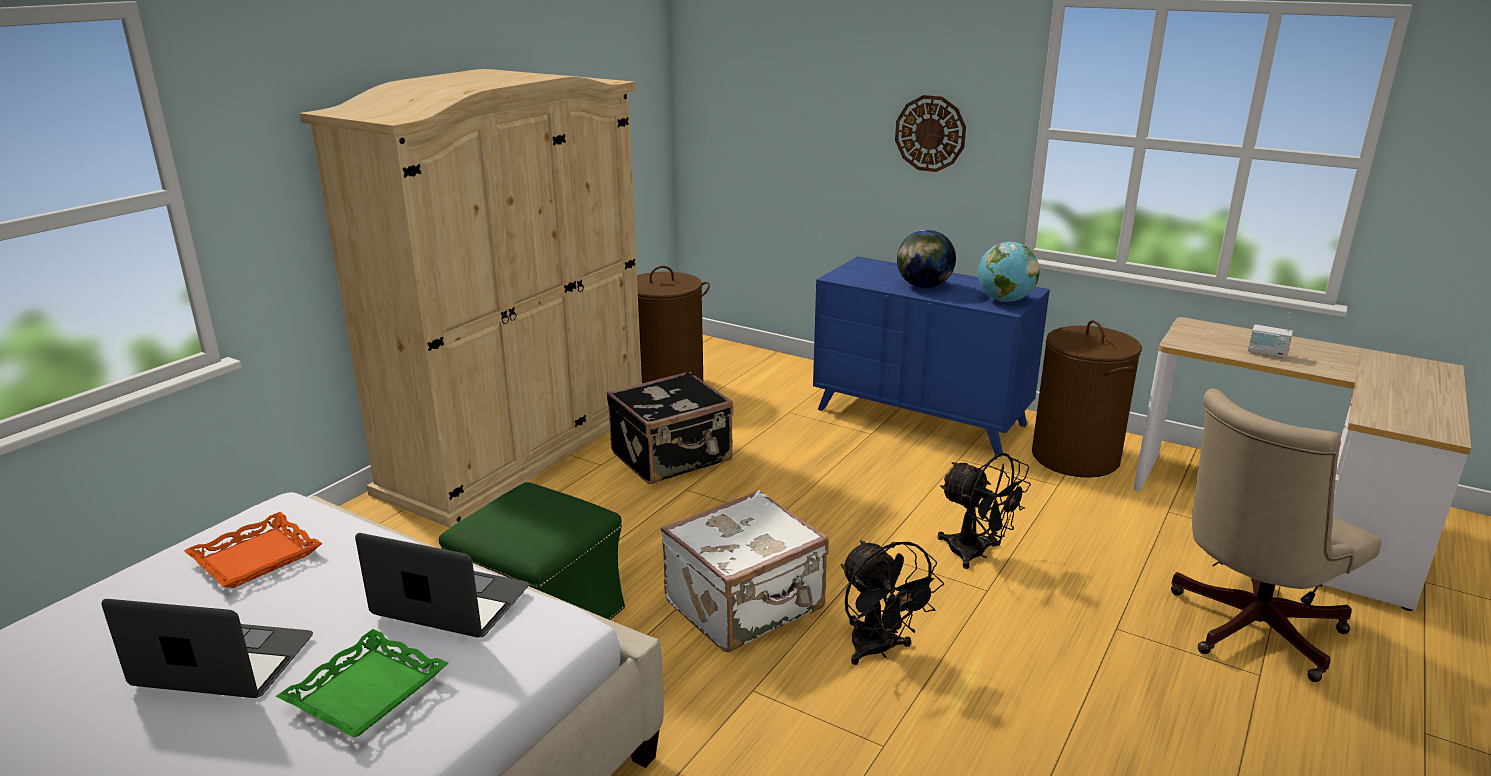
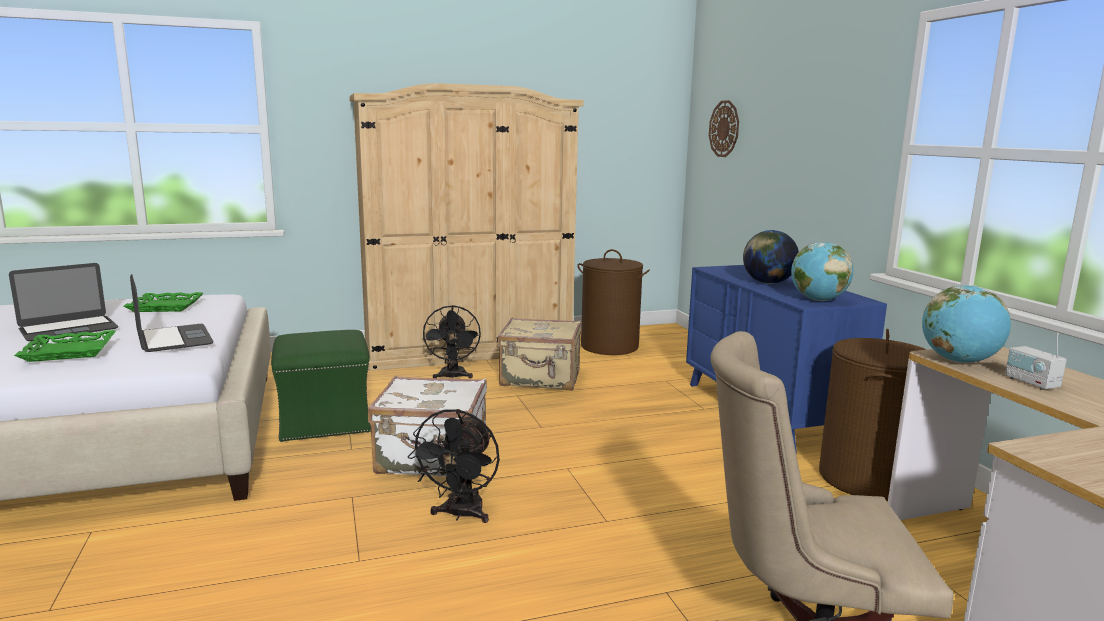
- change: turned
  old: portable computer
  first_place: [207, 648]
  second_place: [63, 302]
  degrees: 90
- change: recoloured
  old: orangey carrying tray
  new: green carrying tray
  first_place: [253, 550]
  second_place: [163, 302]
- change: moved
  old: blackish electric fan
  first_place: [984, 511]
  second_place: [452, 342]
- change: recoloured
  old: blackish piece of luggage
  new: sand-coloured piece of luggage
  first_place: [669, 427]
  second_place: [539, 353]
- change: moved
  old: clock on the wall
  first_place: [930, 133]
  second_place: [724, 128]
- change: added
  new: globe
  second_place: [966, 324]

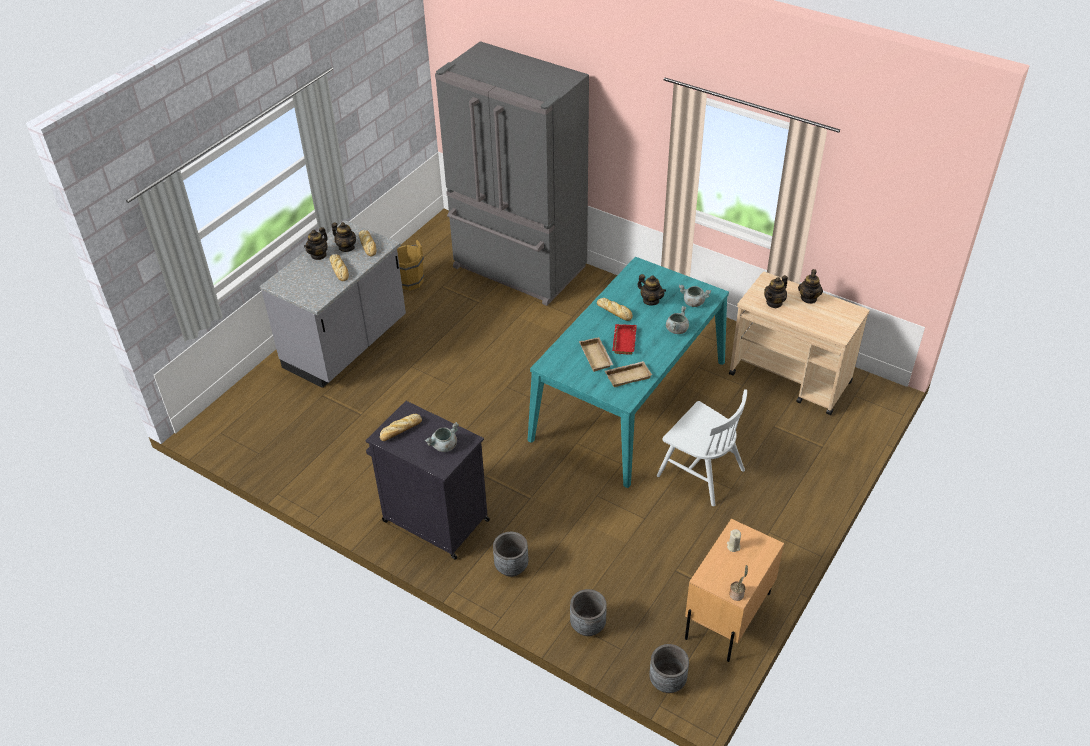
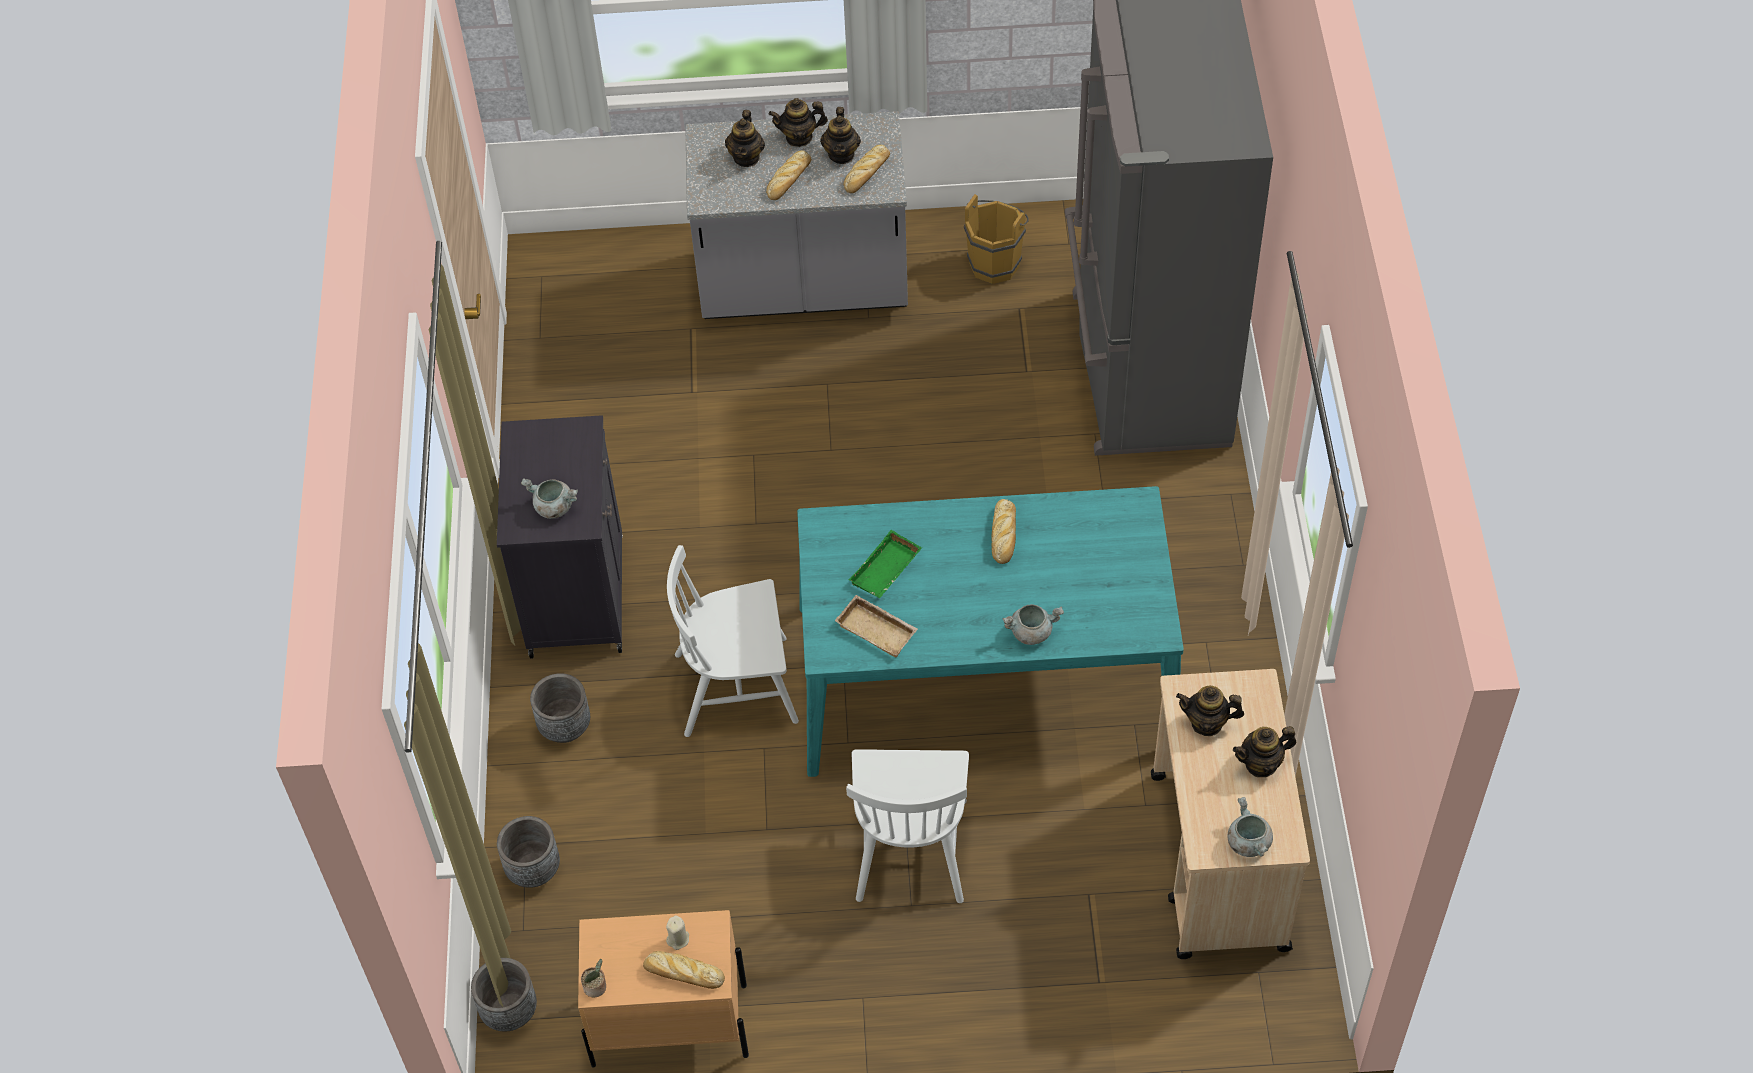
- change: moved
  old: bread
  first_place: [401, 427]
  second_place: [684, 970]
- change: added
  new: white-coloured chair
  second_place: [733, 641]
- change: moved
  old: teapot
  first_place: [651, 289]
  second_place: [745, 138]
- change: recoloured
  old: sand-coloured carrying tray
  new: green carrying tray
  first_place: [596, 354]
  second_place: [885, 564]
- change: moved
  old: gray saucepot
  first_place: [695, 296]
  second_place: [1250, 827]
- change: removed
  old: red carrying tray
  first_place: [624, 339]

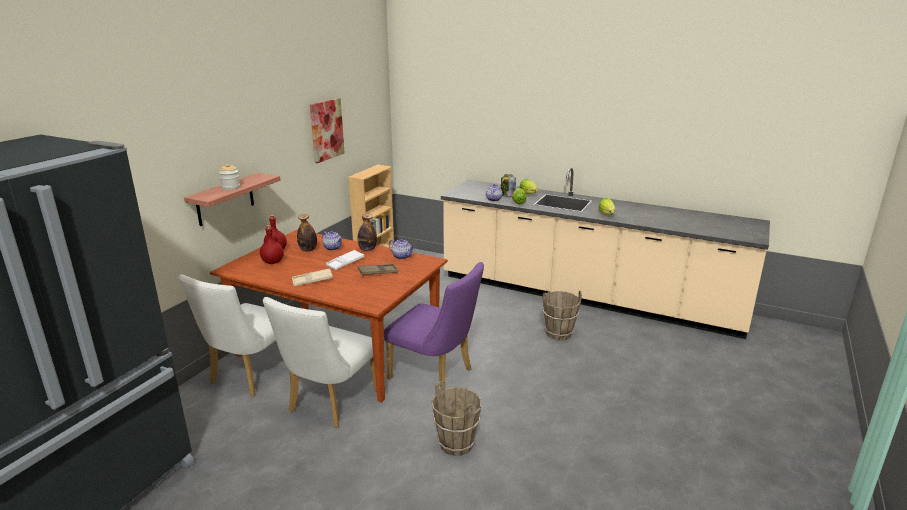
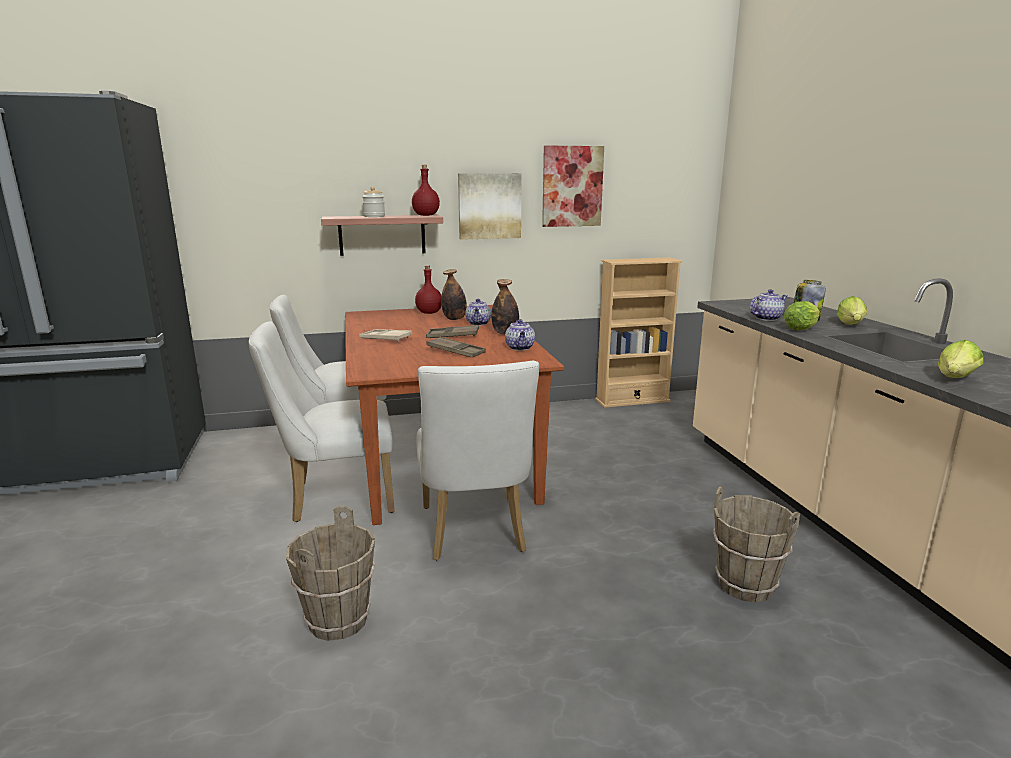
- change: moved
  old: red bottle
  first_place: [272, 244]
  second_place: [426, 190]
- change: recoloured
  old: purple chair
  new: white-coloured chair
  first_place: [434, 325]
  second_place: [477, 460]
- change: recoloured
  old: white-coloured carrying tray
  new: brown-coloured carrying tray
  first_place: [345, 260]
  second_place: [452, 331]
- change: added
  new: wall art
  second_place: [490, 206]

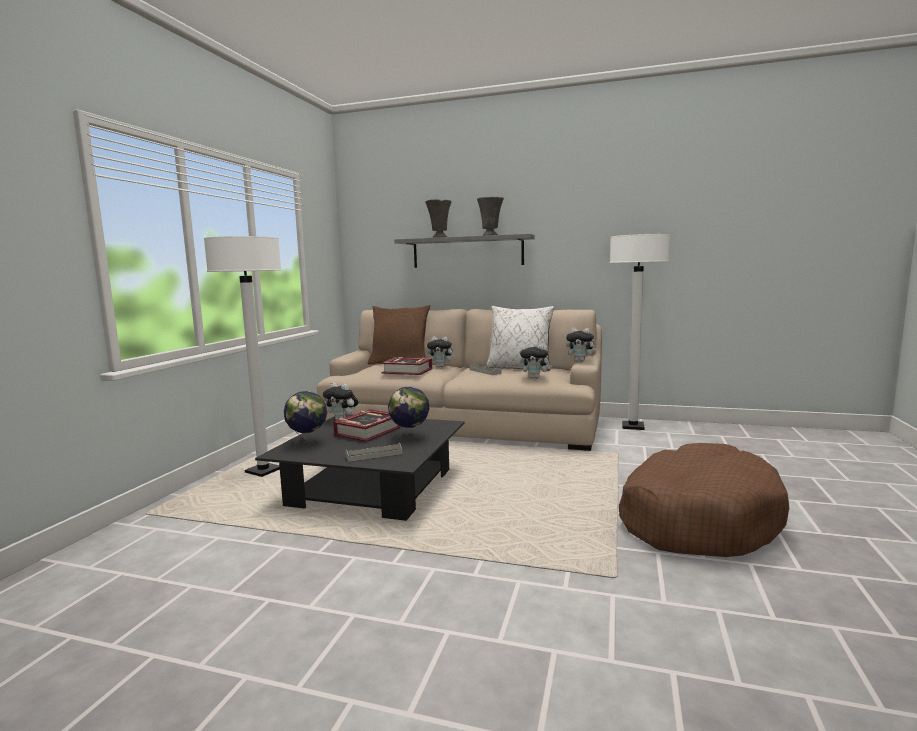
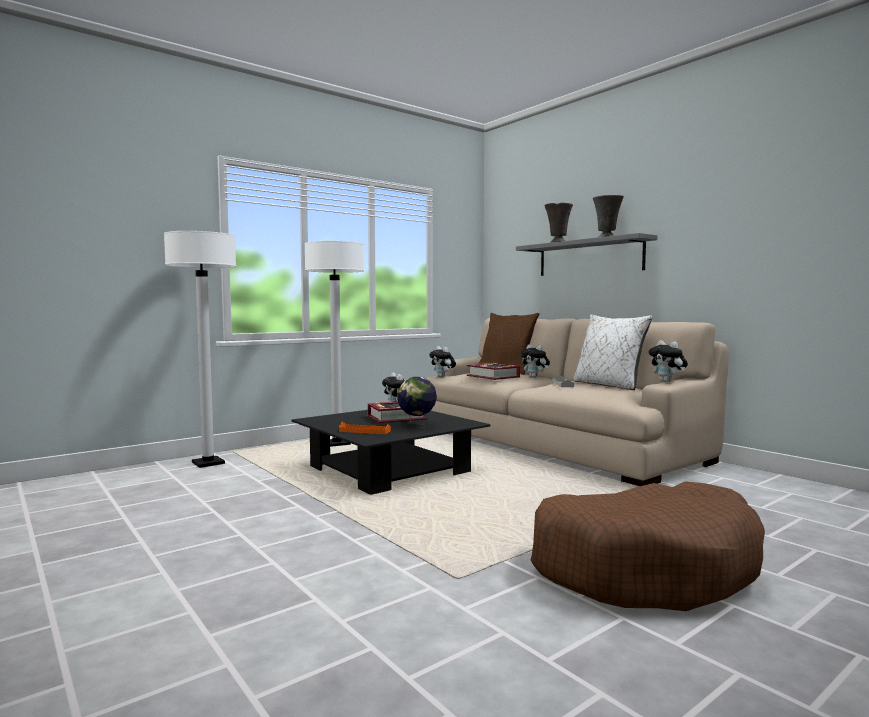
- change: moved
  old: white-coloured standing lamp
  first_place: [640, 332]
  second_place: [200, 349]
- change: recoloured
  old: gray carrying tray
  new: orangey carrying tray
  first_place: [373, 452]
  second_place: [365, 428]
- change: moved
  old: plush toy
  first_place: [536, 361]
  second_place: [442, 361]
- change: removed
  old: globe
  first_place: [305, 418]

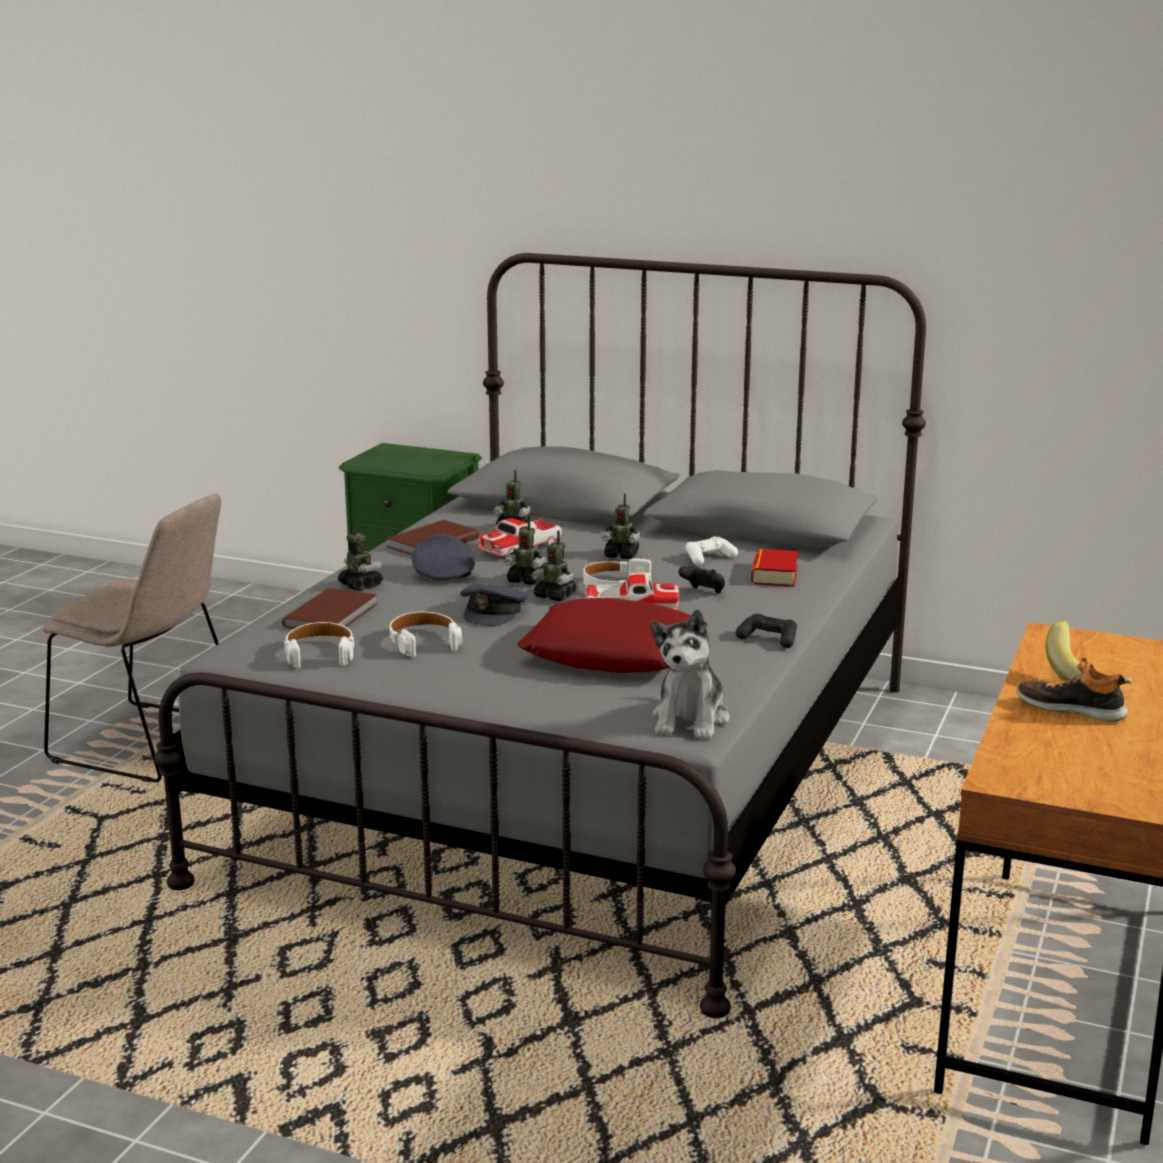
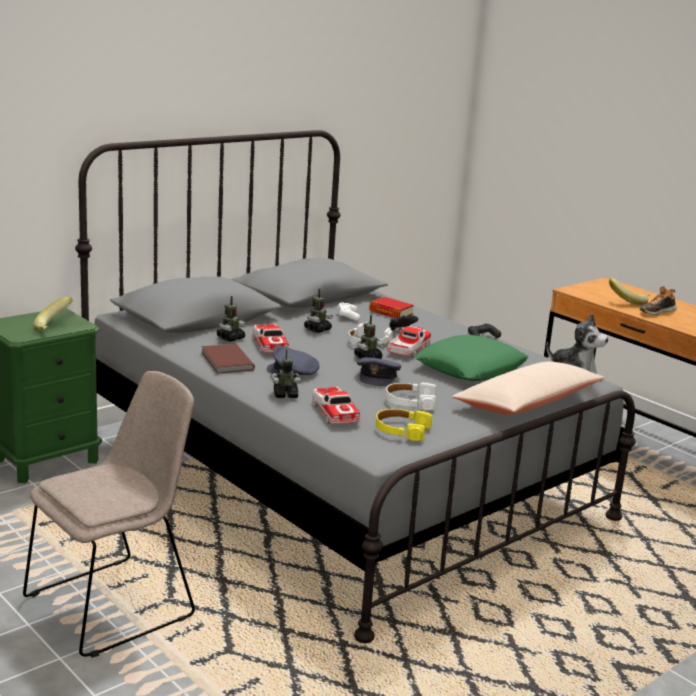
- change: added
  new: banana fruit
  second_place: [53, 313]
- change: replaced
  old: brown-coloured volume
  new: toy car
  first_place: [329, 608]
  second_place: [336, 405]
- change: turned
  old: gray peaked cap
  first_place: [494, 605]
  second_place: [379, 371]
  degrees: 60
- change: recoloured
  old: white-coloured headset
  new: yellowish headset
  first_place: [319, 645]
  second_place: [404, 425]
- change: recoloured
  old: red pillow
  new: green pillow
  first_place: [612, 635]
  second_place: [471, 358]
- change: added
  new: sand-coloured pillow
  second_place: [528, 388]
- change: removed
  old: robot figure
  first_place: [524, 550]

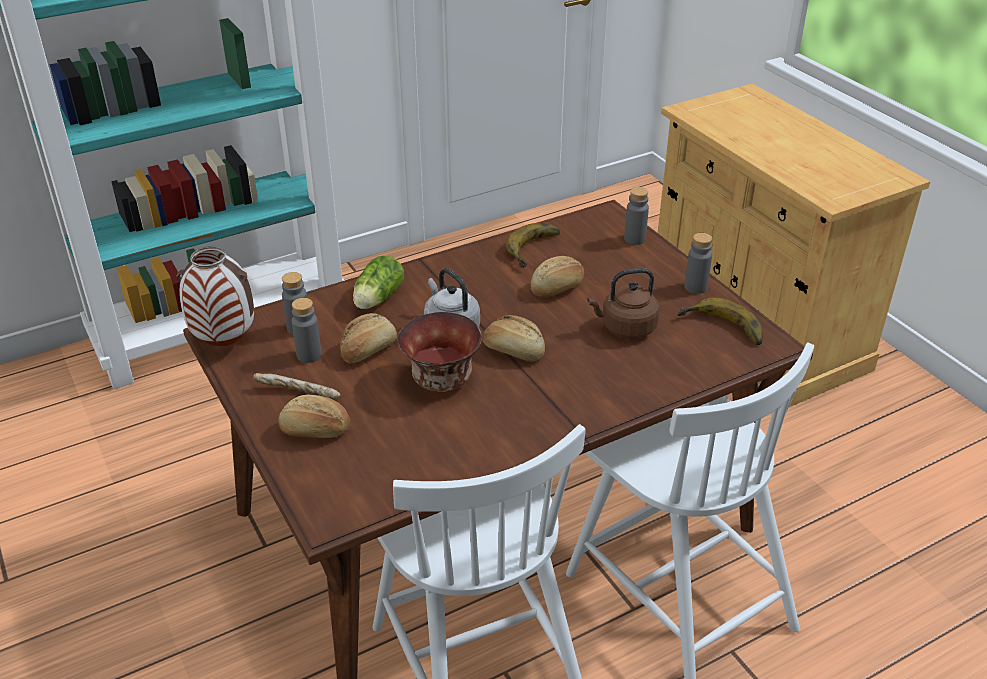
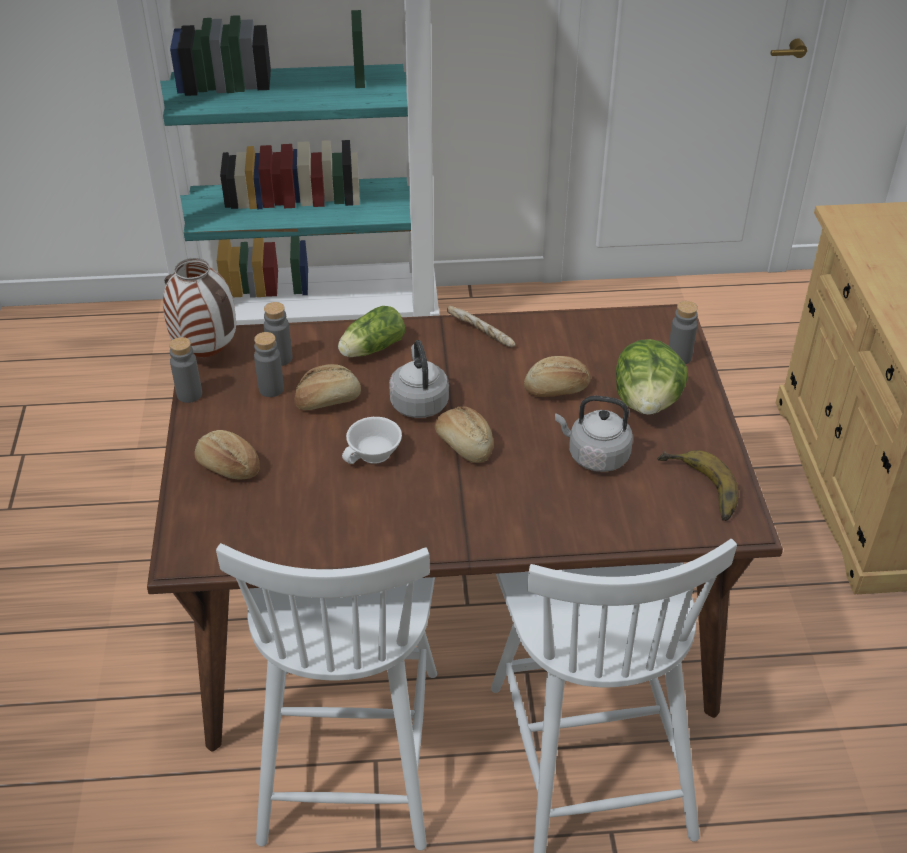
- change: moved
  old: gray bottle
  first_place: [698, 263]
  second_place: [185, 370]
- change: replaced
  old: deep dish
  new: white-coloured cup
  first_place: [439, 352]
  second_place: [372, 440]
- change: moved
  old: bread
  first_place: [296, 386]
  second_place: [481, 326]
- change: recoloured
  old: brown-coloured kettle
  new: gray kettle
  first_place: [623, 303]
  second_place: [594, 433]
- change: added
  new: lettuce
  second_place: [652, 377]
- change: removed
  old: banana fruit
  first_place: [532, 245]

